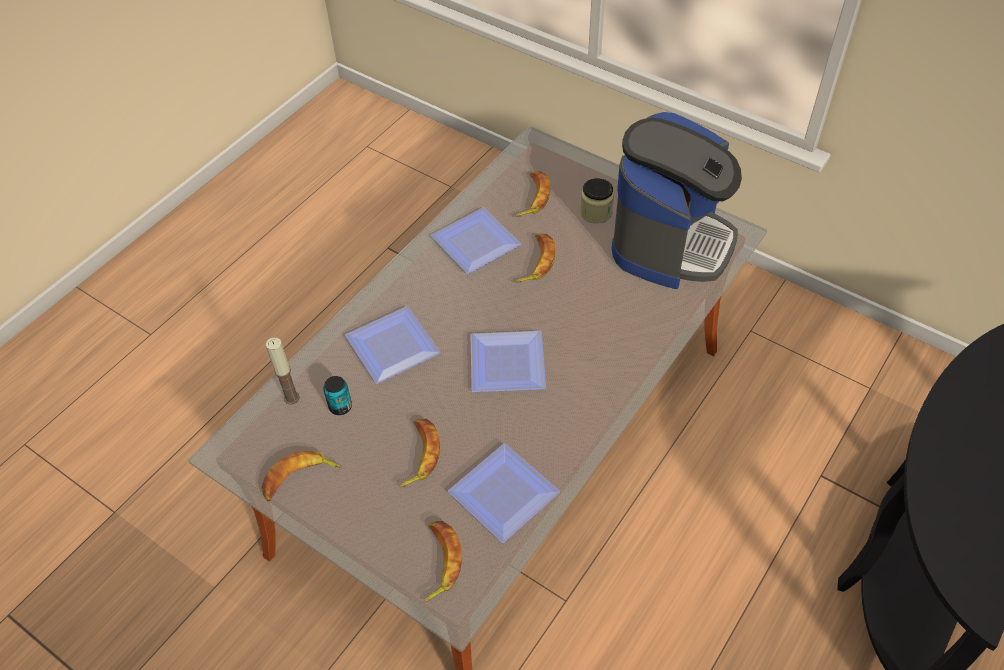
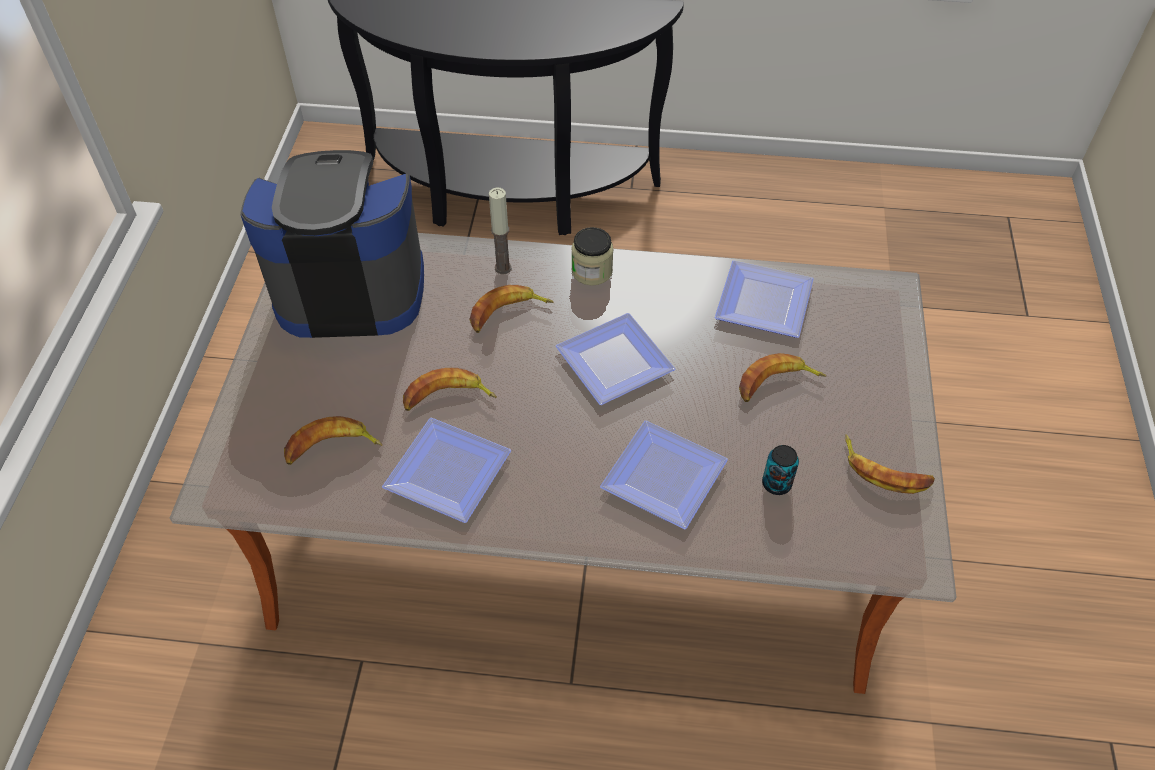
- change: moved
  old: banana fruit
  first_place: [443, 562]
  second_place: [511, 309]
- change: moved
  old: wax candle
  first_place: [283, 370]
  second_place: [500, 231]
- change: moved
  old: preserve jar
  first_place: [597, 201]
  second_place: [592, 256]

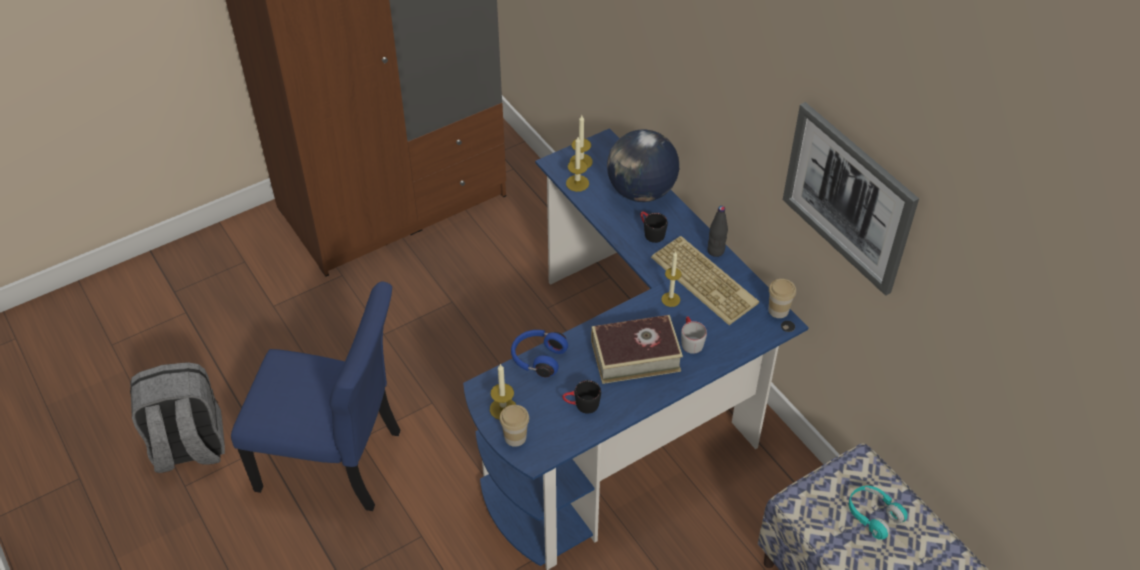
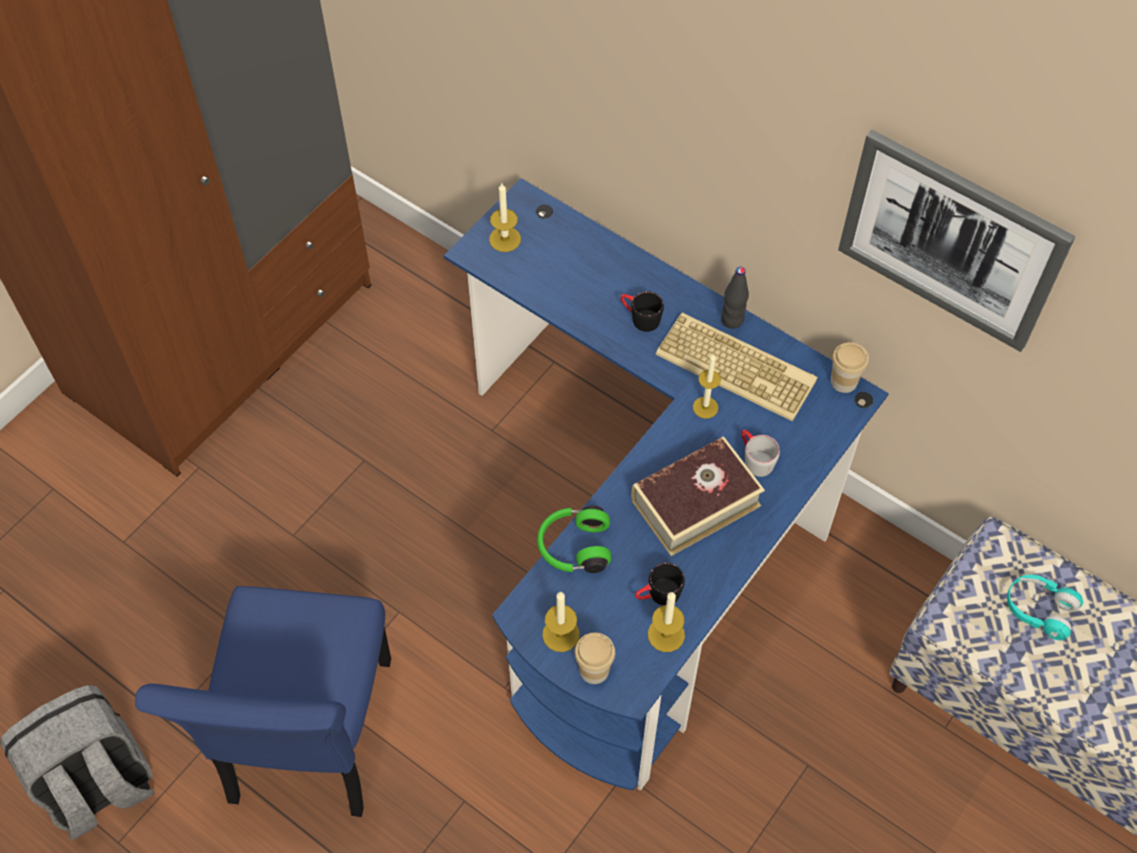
- change: turned
  old: blue chair
  first_place: [316, 396]
  second_place: [263, 701]
  degrees: 105
- change: recoloured
  old: blue headset
  new: green headset
  first_place: [539, 353]
  second_place: [574, 539]
- change: moved
  old: wax candle
  first_place: [577, 164]
  second_place: [666, 622]
- change: removed
  old: globe
  first_place: [643, 166]

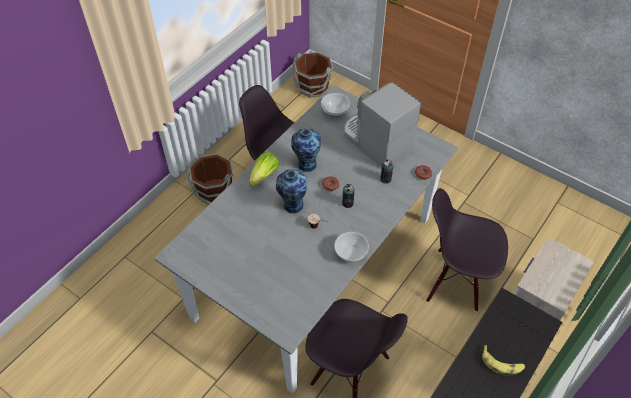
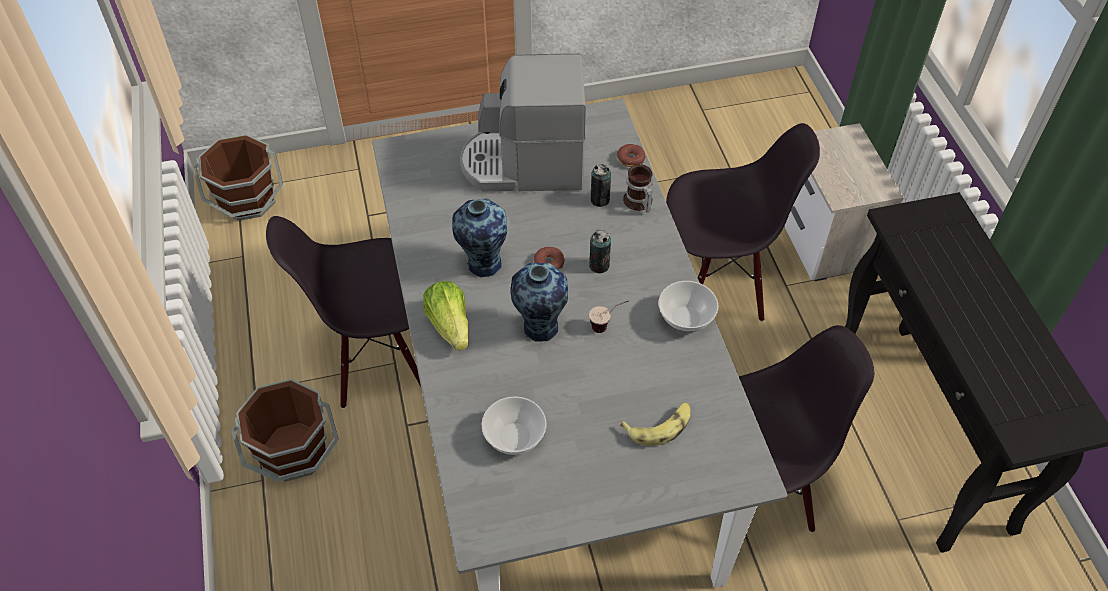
- change: moved
  old: deep dish
  first_place: [335, 105]
  second_place: [514, 426]
- change: moved
  old: banana fruit
  first_place: [503, 360]
  second_place: [655, 424]
- change: added
  new: mug
  second_place: [638, 188]
- change: turned
  old: blackish chair
  first_place: [467, 250]
  second_place: [743, 222]
  degrees: -150

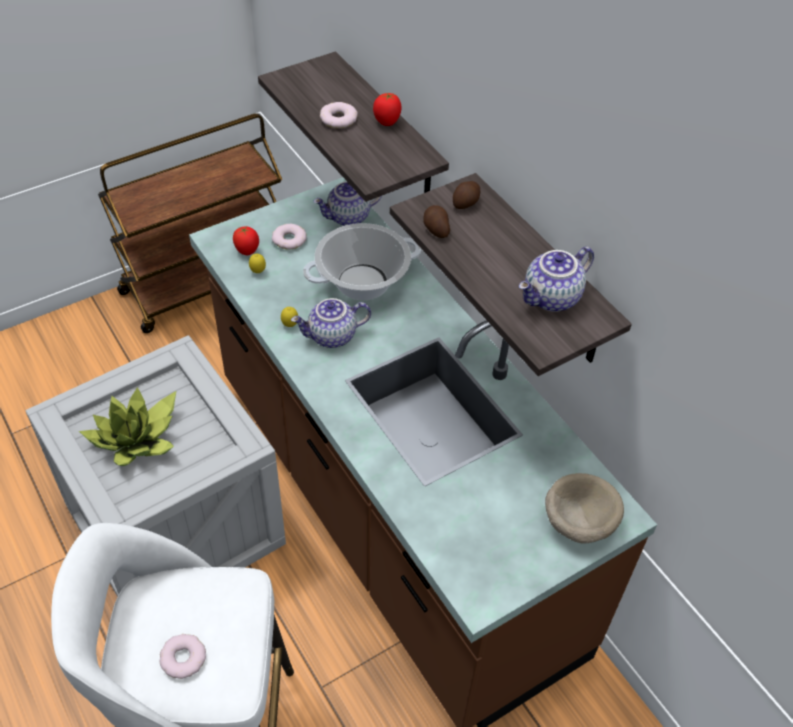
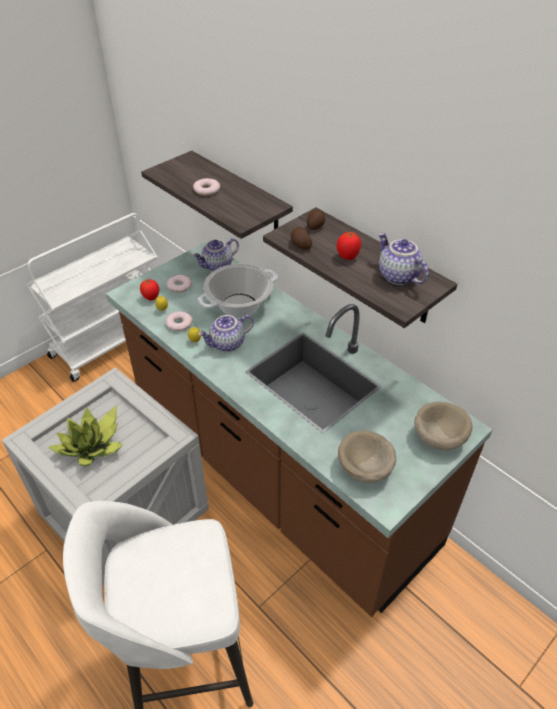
- change: recoloured
  old: brown-coloured cart
  new: white-coloured cart
  first_place: [190, 223]
  second_place: [92, 297]
- change: moved
  old: doughnut
  first_place: [183, 656]
  second_place: [179, 321]
- change: moved
  old: fresh tomato
  first_place: [387, 109]
  second_place: [349, 246]
- change: added
  new: sand-coloured deep dish
  second_place: [367, 457]
- change: turned
  old: teapot
  first_place: [556, 279]
  second_place: [403, 258]
  degrees: 105

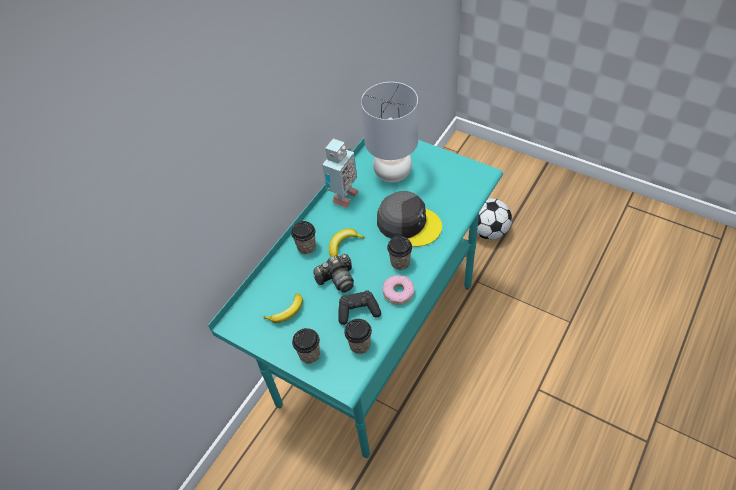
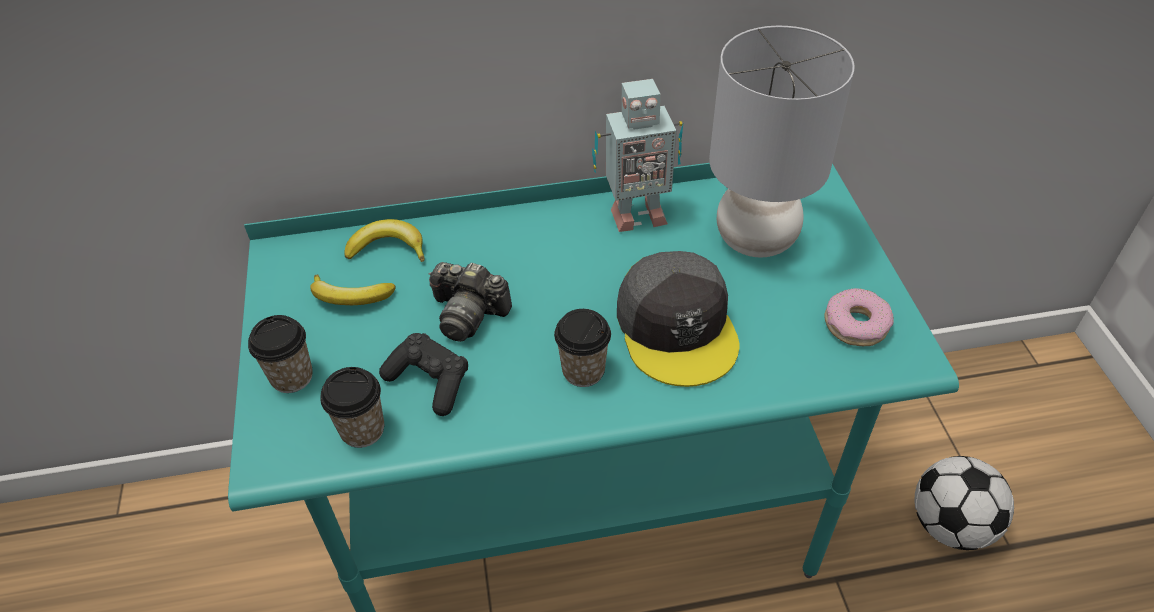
- change: moved
  old: banana fruit
  first_place: [347, 242]
  second_place: [385, 240]
- change: moved
  old: doughnut
  first_place: [398, 290]
  second_place: [859, 317]
- change: removed
  old: cup
  first_place: [303, 238]

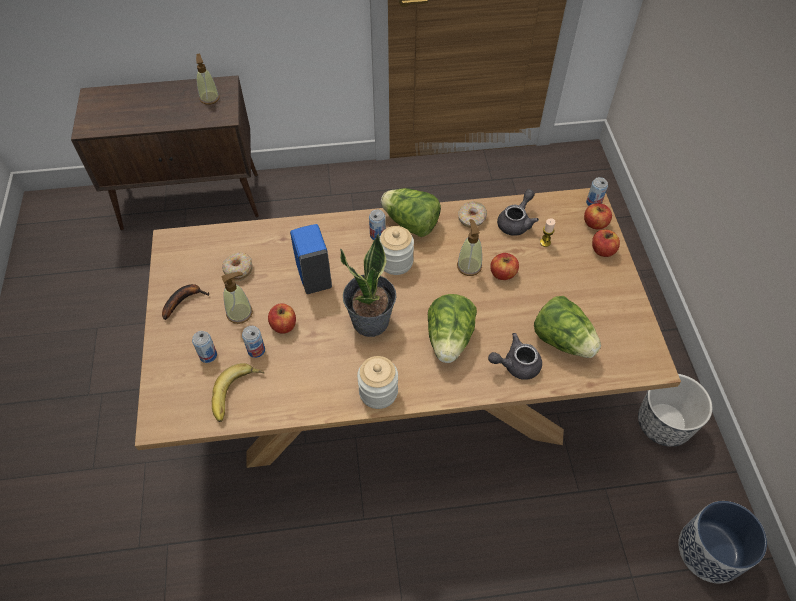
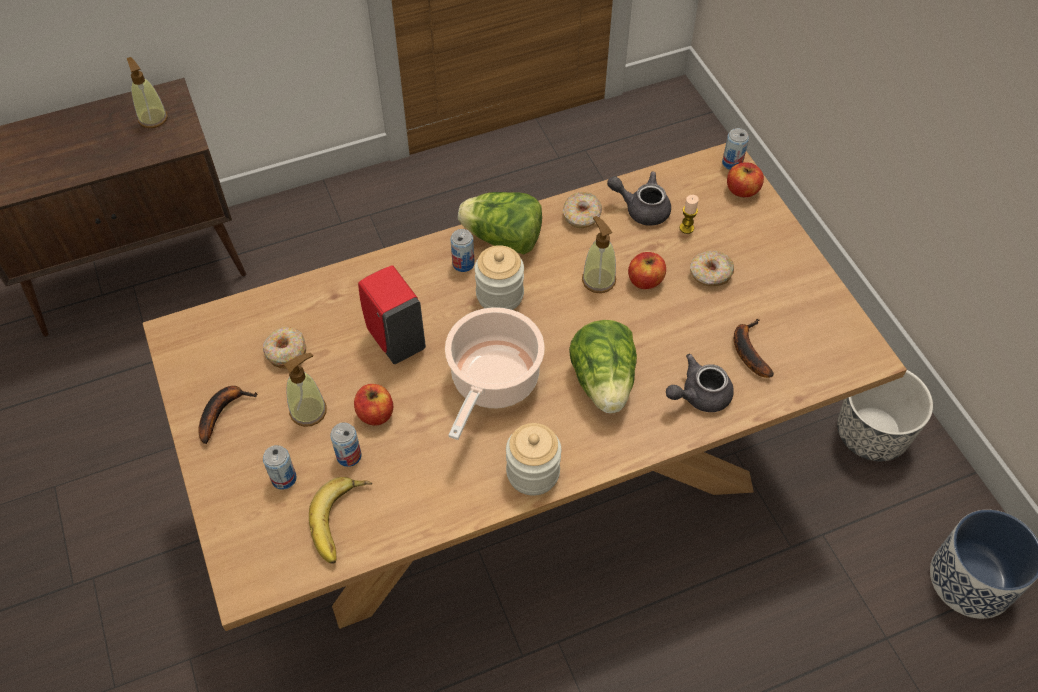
- change: recoloured
  old: blue soap bottle
  new: red soap bottle
  first_place: [311, 259]
  second_place: [392, 314]
- change: replaced
  old: potted plant
  new: saucepot
  first_place: [368, 285]
  second_place: [495, 373]
- change: turned
  old: gray teapot
  first_place: [518, 212]
  second_place: [639, 199]
  degrees: -90
- change: added
  new: doughnut
  second_place: [712, 268]
- change: replaced
  old: lettuce
  new: banana fruit
  first_place: [567, 327]
  second_place: [754, 348]
- change: removed
  old: apple fruit
  first_place: [606, 243]

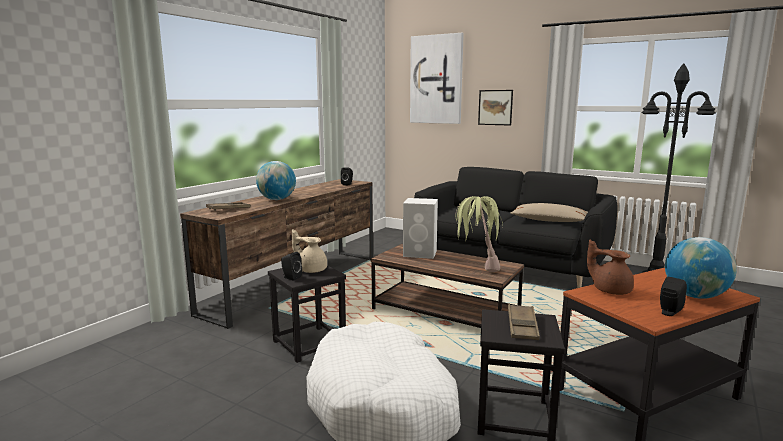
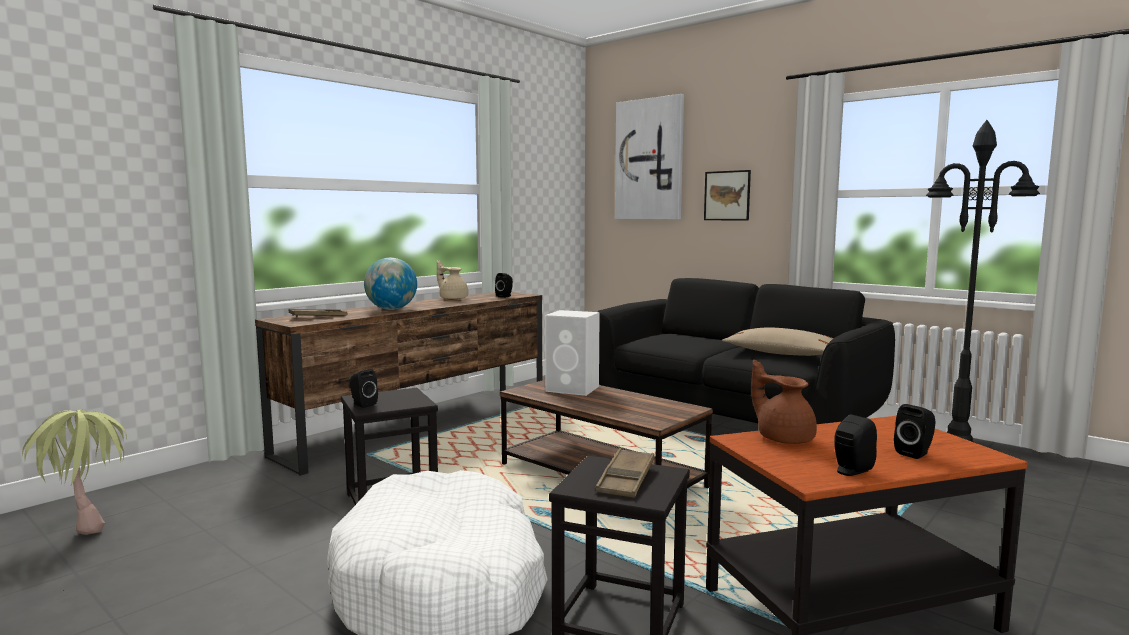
- change: moved
  old: potted plant
  first_place: [479, 234]
  second_place: [74, 472]
- change: moved
  old: sand-coloured teapot
  first_place: [309, 251]
  second_place: [452, 280]
- change: replaced
  old: globe
  new: blackish speaker
  first_place: [701, 268]
  second_place: [914, 431]

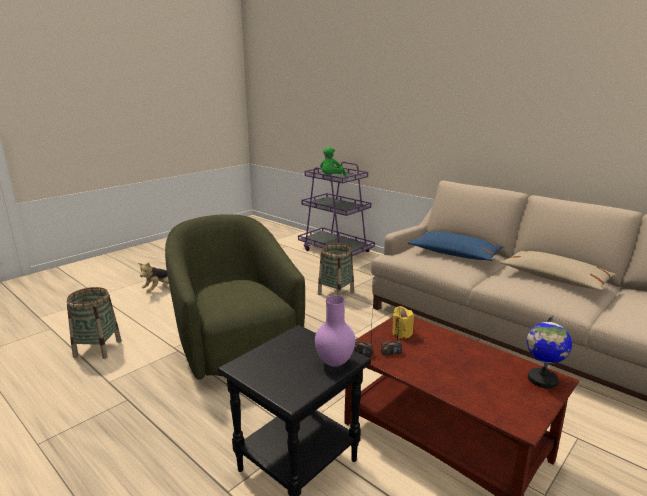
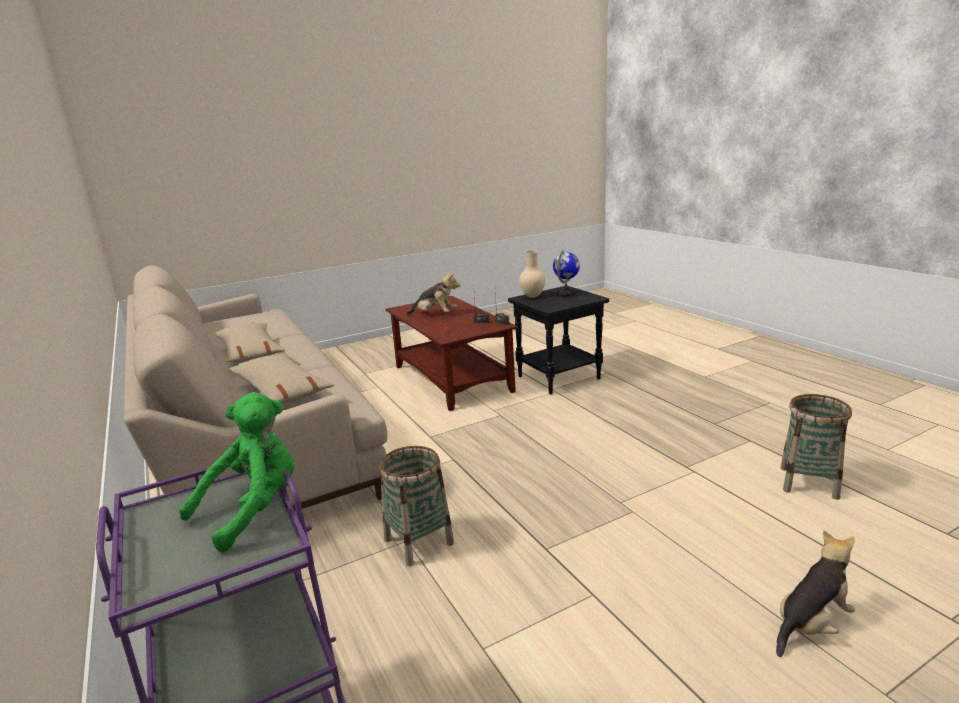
- change: recoloured
  old: blue pillow
  new: sand-coloured pillow
  first_place: [456, 246]
  second_place: [281, 378]
- change: added
  new: plush toy
  second_place: [433, 292]
- change: recoloured
  old: purple vase
  new: sand-coloured vase
  first_place: [335, 331]
  second_place: [532, 274]
- change: moved
  old: globe
  first_place: [549, 352]
  second_place: [566, 273]
- change: removed
  old: green lounge chair
  first_place: [235, 297]
- change: removed
  old: yellowish wax candle
  first_place: [403, 322]

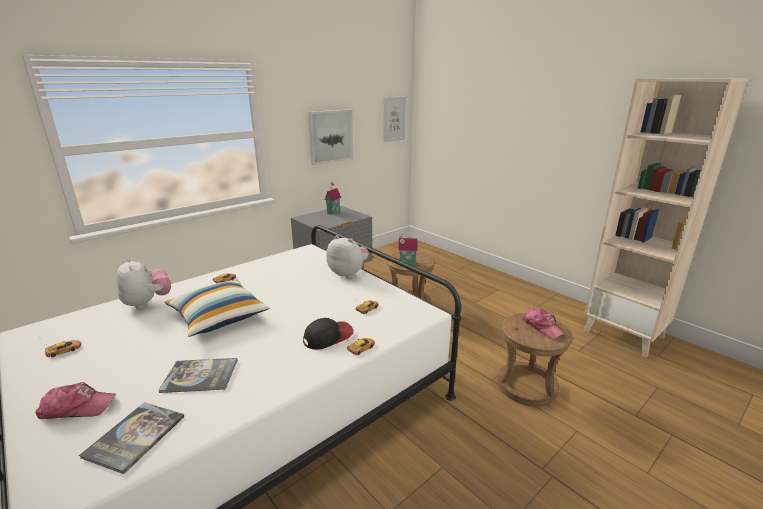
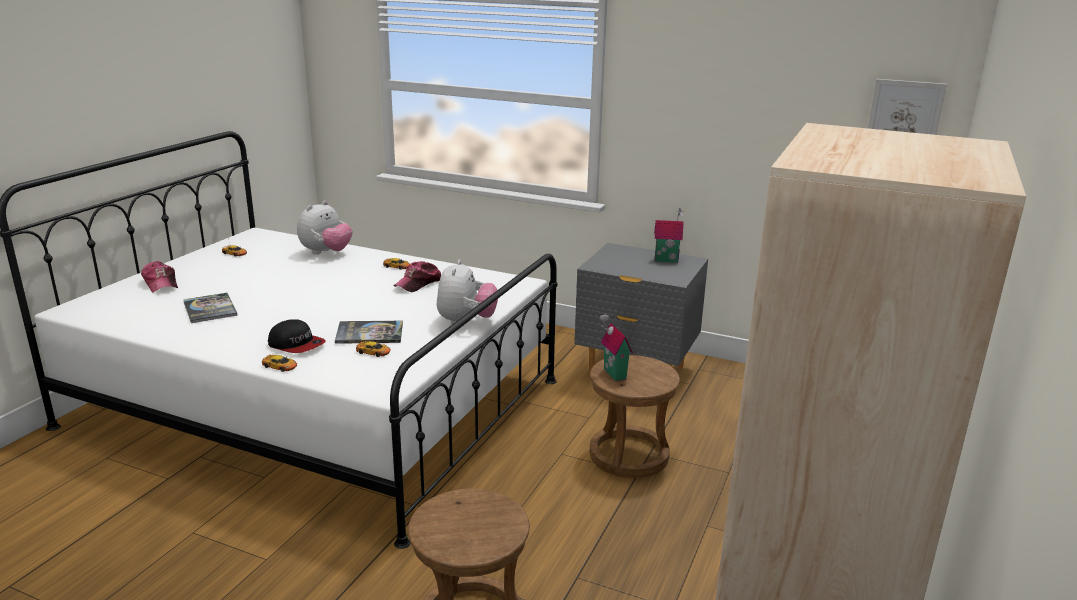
- change: moved
  old: volume
  first_place: [131, 438]
  second_place: [369, 332]
- change: moved
  old: peaked cap
  first_place: [544, 323]
  second_place: [417, 276]
- change: removed
  old: pillow
  first_place: [217, 308]
- change: removed
  old: wall art
  first_place: [330, 137]

